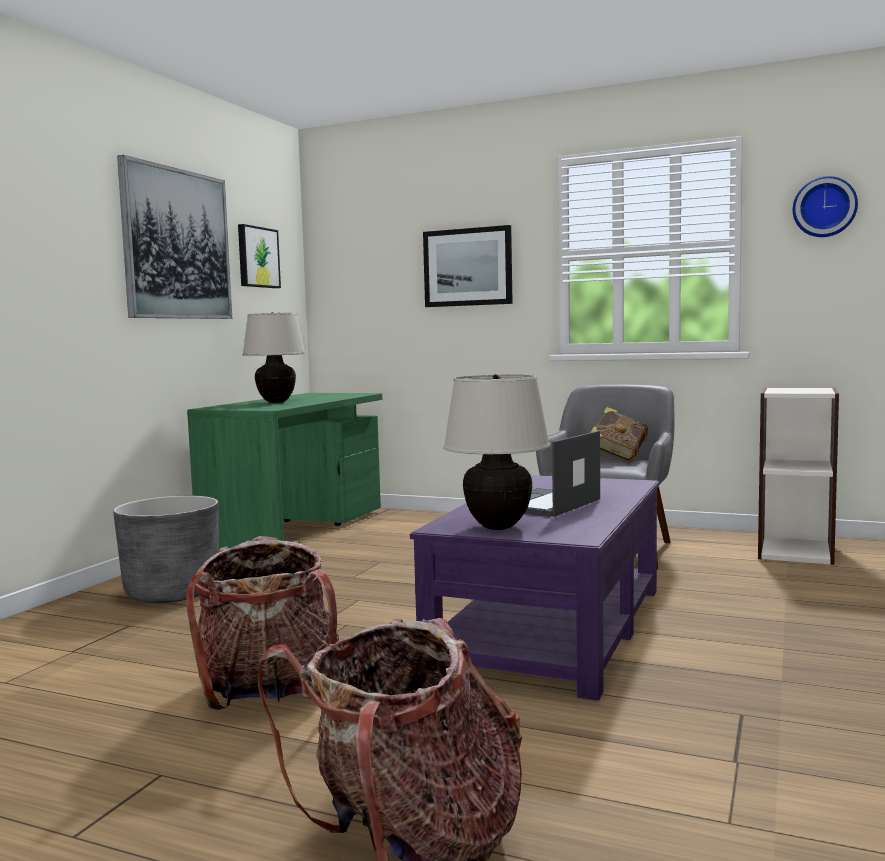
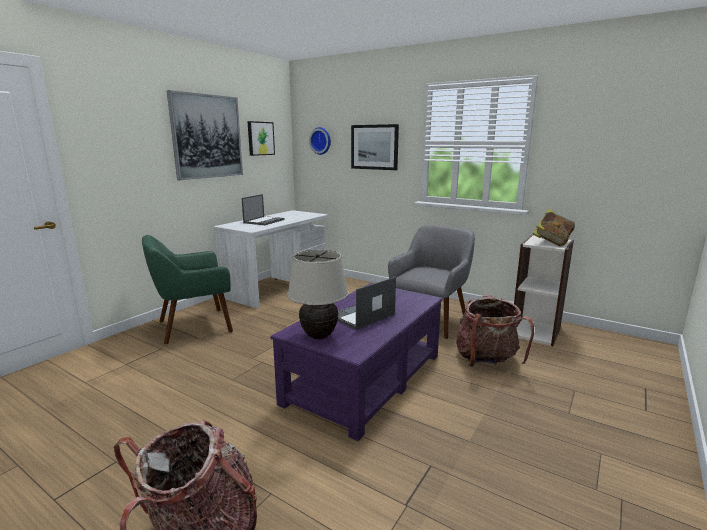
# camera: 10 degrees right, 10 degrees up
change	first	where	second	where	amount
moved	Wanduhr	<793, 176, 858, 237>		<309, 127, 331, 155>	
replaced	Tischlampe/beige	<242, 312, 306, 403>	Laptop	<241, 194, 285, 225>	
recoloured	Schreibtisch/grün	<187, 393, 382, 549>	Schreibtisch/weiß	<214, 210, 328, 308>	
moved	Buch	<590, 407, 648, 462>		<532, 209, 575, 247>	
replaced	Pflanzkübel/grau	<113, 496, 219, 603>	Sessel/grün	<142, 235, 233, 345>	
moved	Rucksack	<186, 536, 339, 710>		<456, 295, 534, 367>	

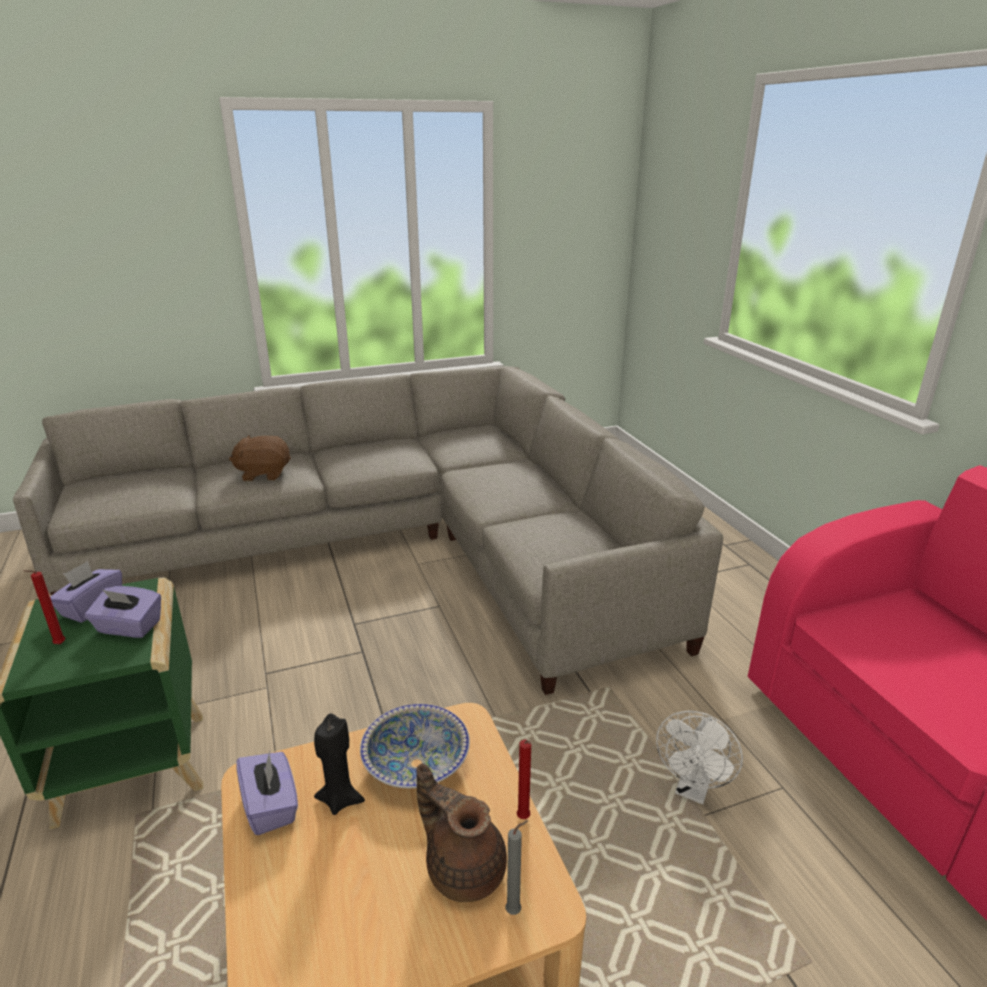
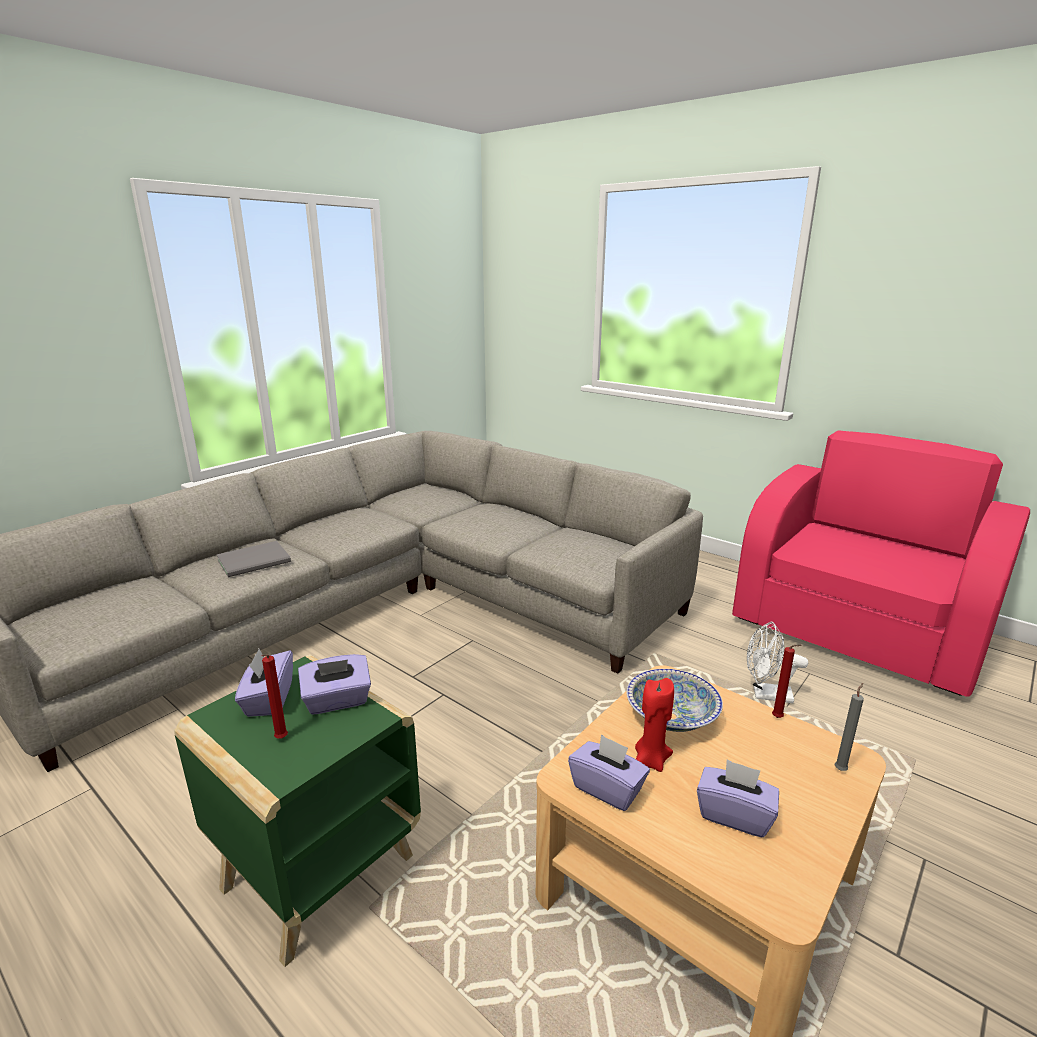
# camera: 30 degrees left, 5 degrees down
change	first	where	second	where	amount
replaced	Plüschtier/braun	<229, 435, 291, 481>	Buch/grau	<217, 541, 291, 577>	
turned	Ventilator/weiß	<656, 710, 743, 804>		<747, 622, 808, 703>	105 degrees clockwise
recoloured	Kerze/schwarz	<314, 714, 365, 815>	Kerze/rot	<635, 678, 674, 772>	
removed	Teekanne/braun	<417, 763, 507, 902>			
added			Taschentuchbox/lila	<697, 759, 779, 837>	

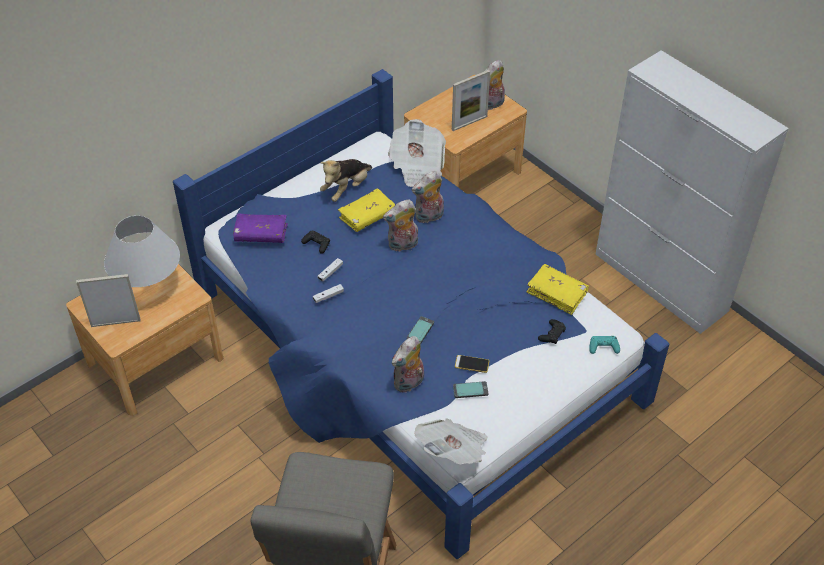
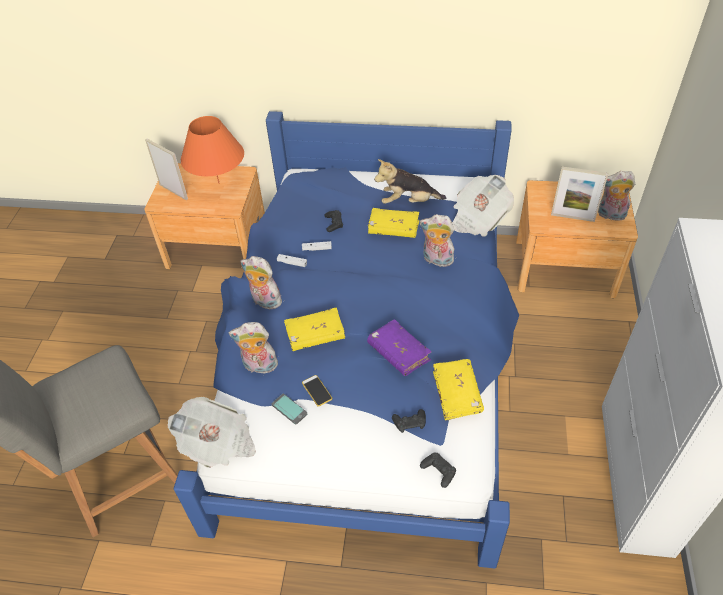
# camera: 50 degrees right, 0 degrees up
change	first	where	second	where	amount
moved	Plüschtier	<383, 199, 418, 252>		<240, 256, 286, 309>	
moved	Buch/lila	<233, 214, 288, 243>		<367, 319, 432, 376>	
recoloured	Tischlampe/weiß	<104, 215, 180, 287>	Tischlampe/orange	<181, 116, 244, 184>	
replaced	Handy	<407, 316, 434, 344>	Buch/gelb	<284, 308, 345, 351>	
recoloured	Gamepad/türkis	<589, 336, 620, 354>	Gamepad/schwarz	<420, 453, 456, 488>	

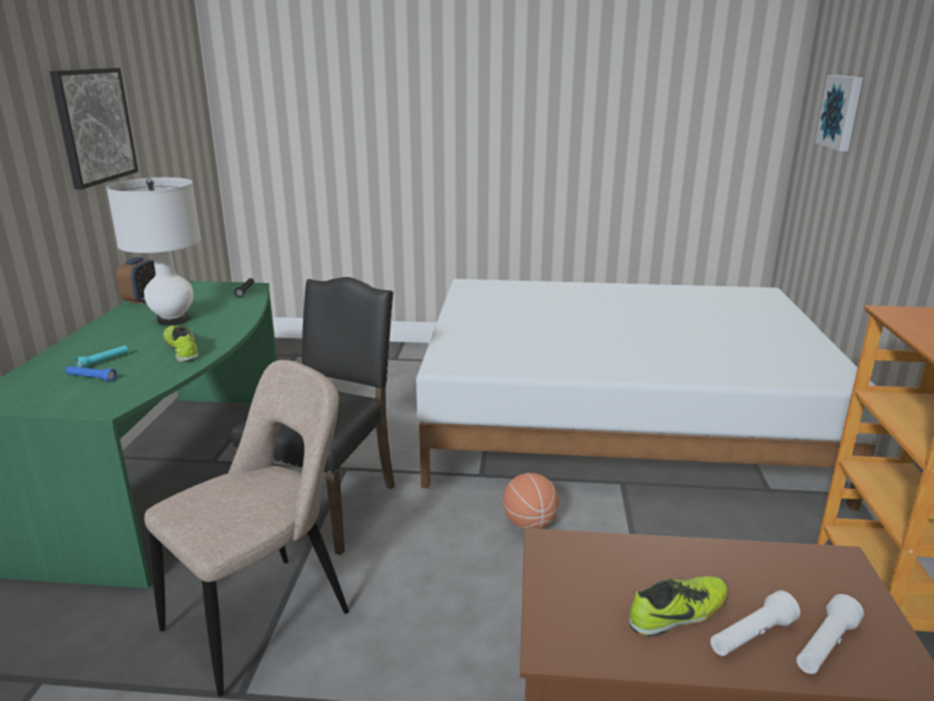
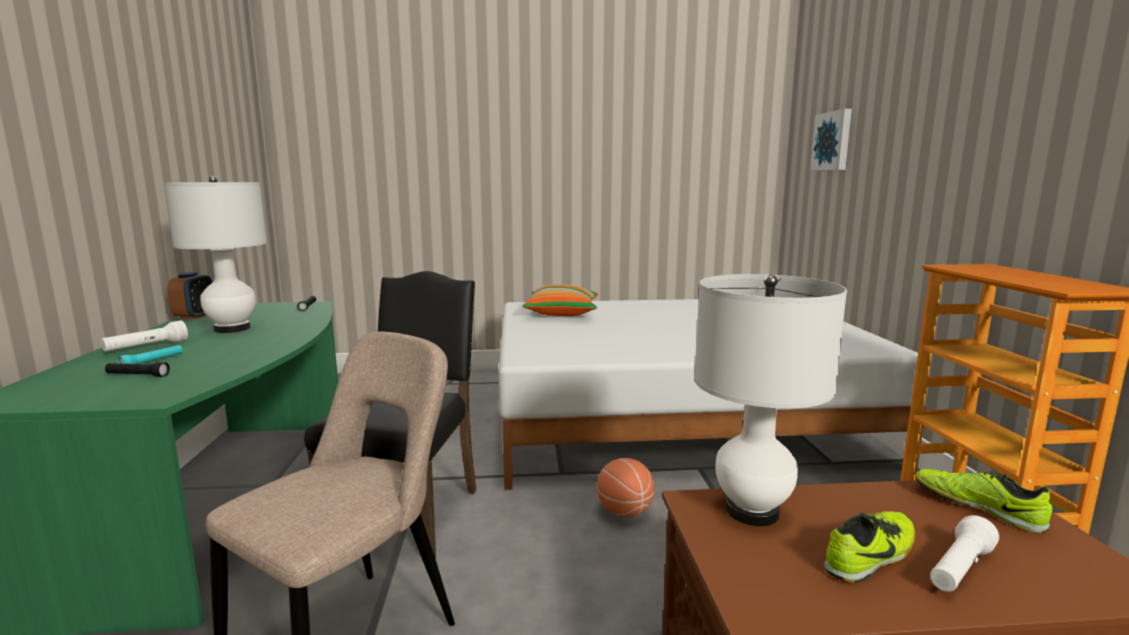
# camera: 10 degrees left, 10 degrees down
change	first	where	second	where	amount
removed	Bild	<50, 68, 138, 189>			
moved	Schuh	<163, 326, 199, 362>		<915, 469, 1052, 533>	
recoloured	Taschenlampe/blau	<66, 366, 117, 382>	Taschenlampe/schwarz	<105, 362, 170, 377>	
moved	Taschenlampe/weiß	<796, 594, 864, 674>		<100, 321, 188, 352>	
added			Tischlampe/weiß	<694, 274, 847, 526>	
added			Kissen	<522, 284, 598, 316>	

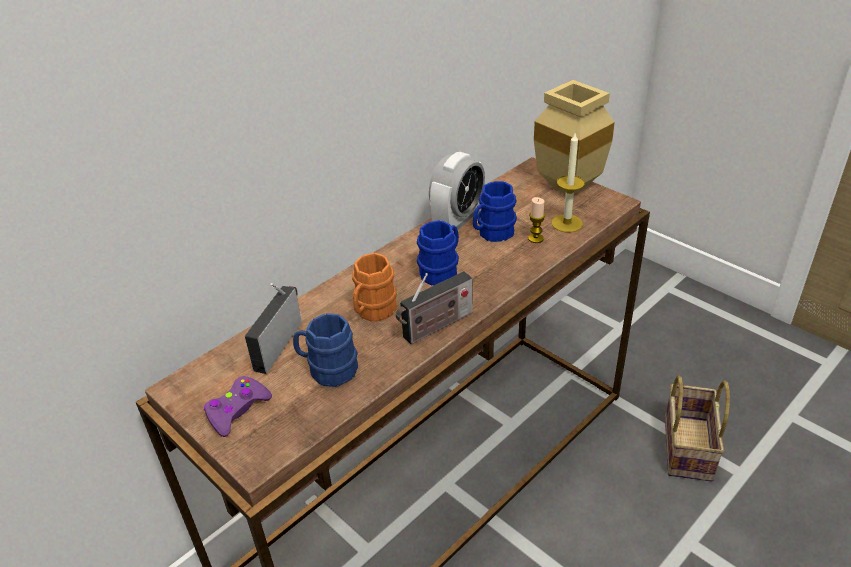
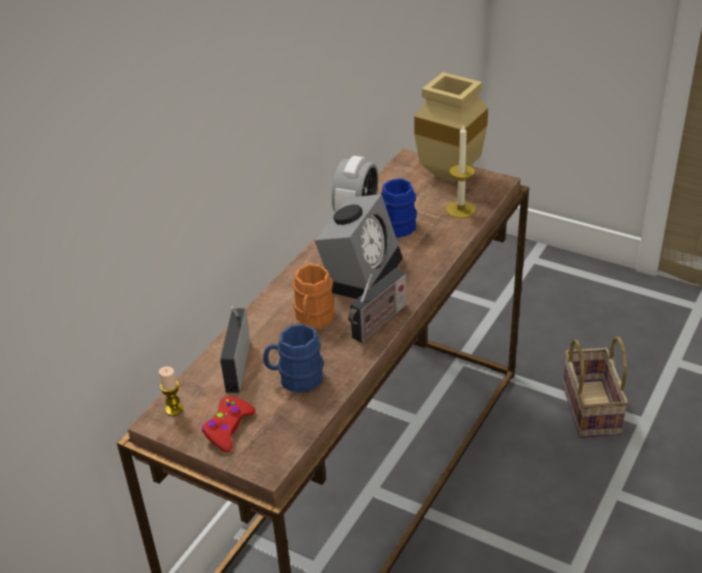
# camera: 15 degrees left, 0 degrees up
change	first	where	second	where	amount
moved	Kerze	<528, 197, 545, 243>		<159, 366, 183, 416>	
replaced	Henkelbecher/blau	<417, 220, 459, 285>	Wecker	<314, 194, 403, 299>	
recoloured	Gamepad/lila	<204, 376, 272, 437>	Gamepad/rot	<202, 396, 256, 452>	

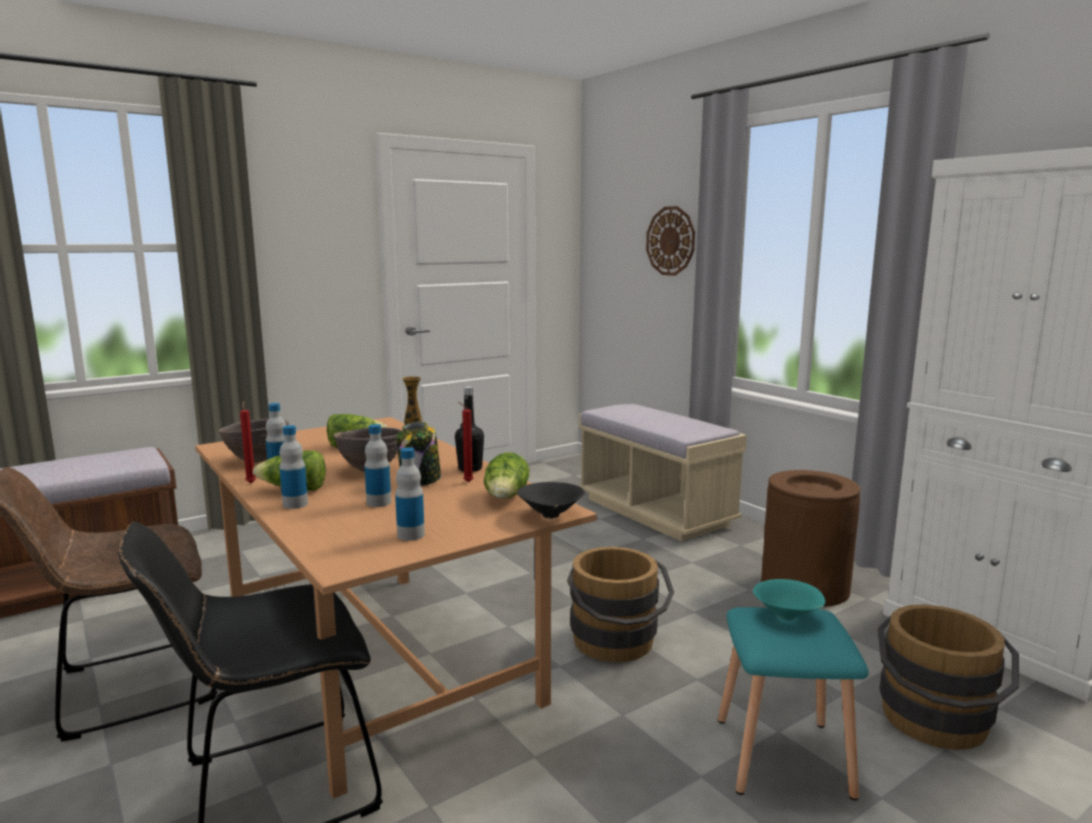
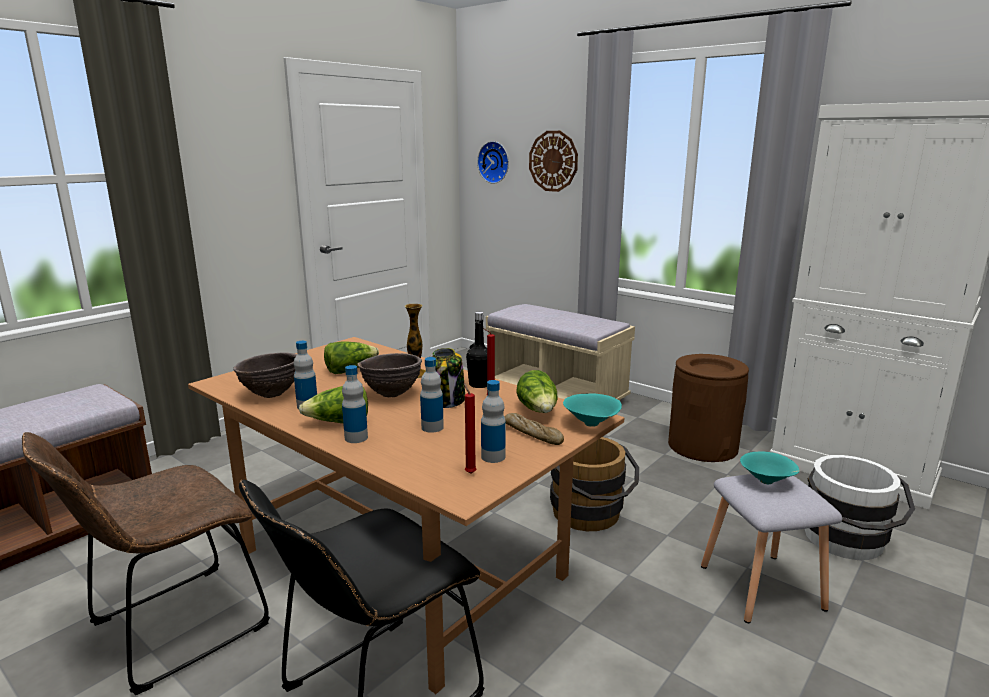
# camera: 15 degrees left, 5 degrees up
change	first	where	second	where	amount
moved	Kerze/rot	<240, 401, 256, 483>		<464, 383, 476, 474>	
recoloured	Schüssel/schwarz	<517, 482, 585, 519>	Schüssel/türkis	<563, 393, 622, 427>	
recoloured	Eimer/braun	<878, 605, 1019, 750>	Eimer/weiß	<805, 455, 915, 560>	
recoloured	Hocker/türkis	<718, 607, 869, 800>	Hocker/grau	<701, 474, 842, 623>	
added			Wanduhr	<477, 141, 509, 184>	
added			Brot	<505, 413, 564, 445>	

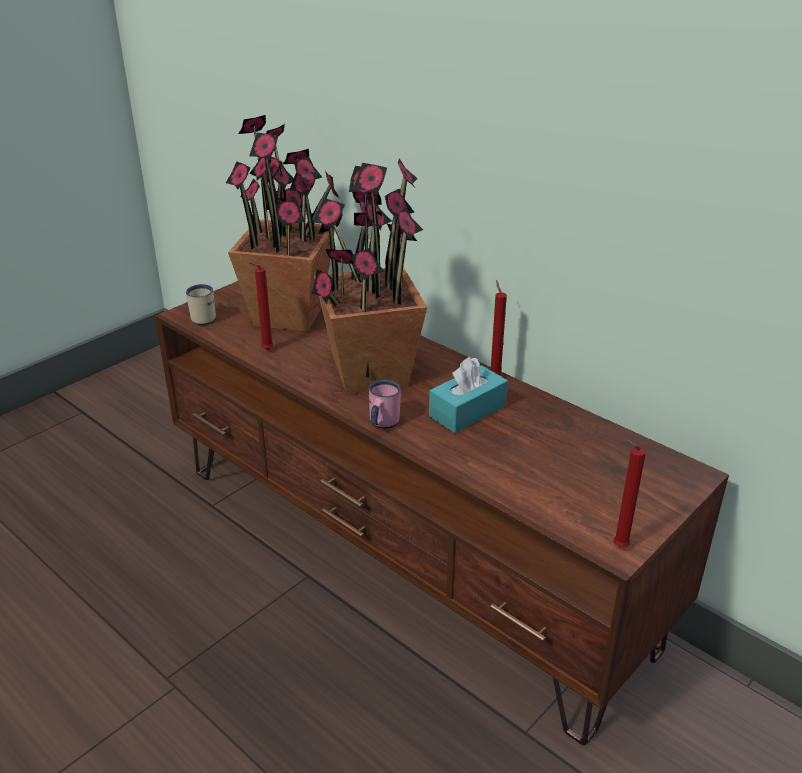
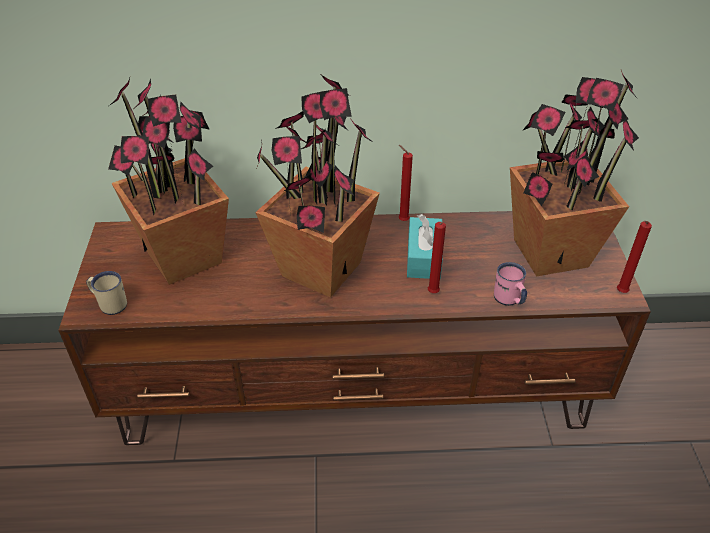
# camera: 45 degrees left, 10 degrees up
change	first	where	second	where	amount
moved	Kerze/rot	<250, 262, 274, 350>		<428, 222, 446, 293>	
moved	Henkelbecher/rosa	<369, 380, 401, 429>		<494, 262, 527, 306>	
added			Topfpflanze	<510, 70, 639, 276>	

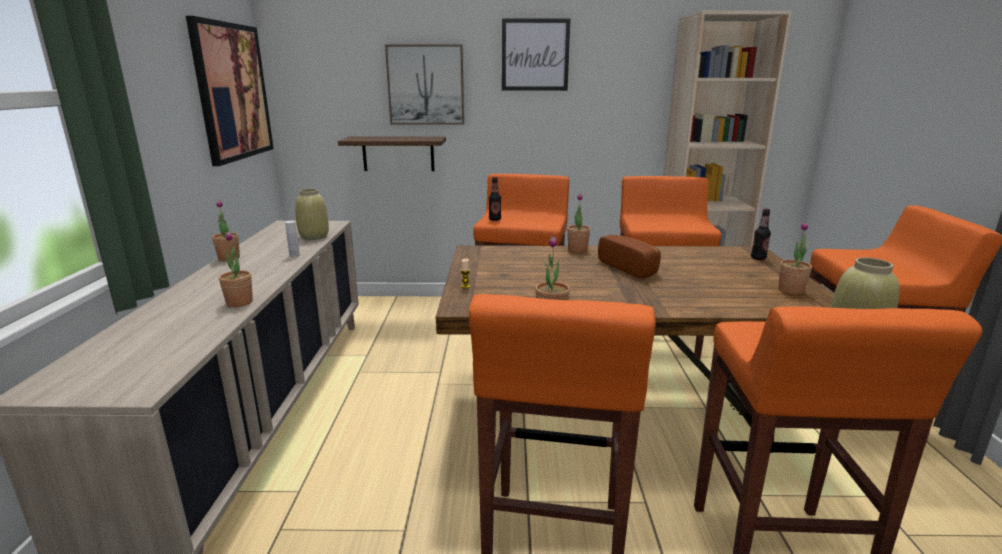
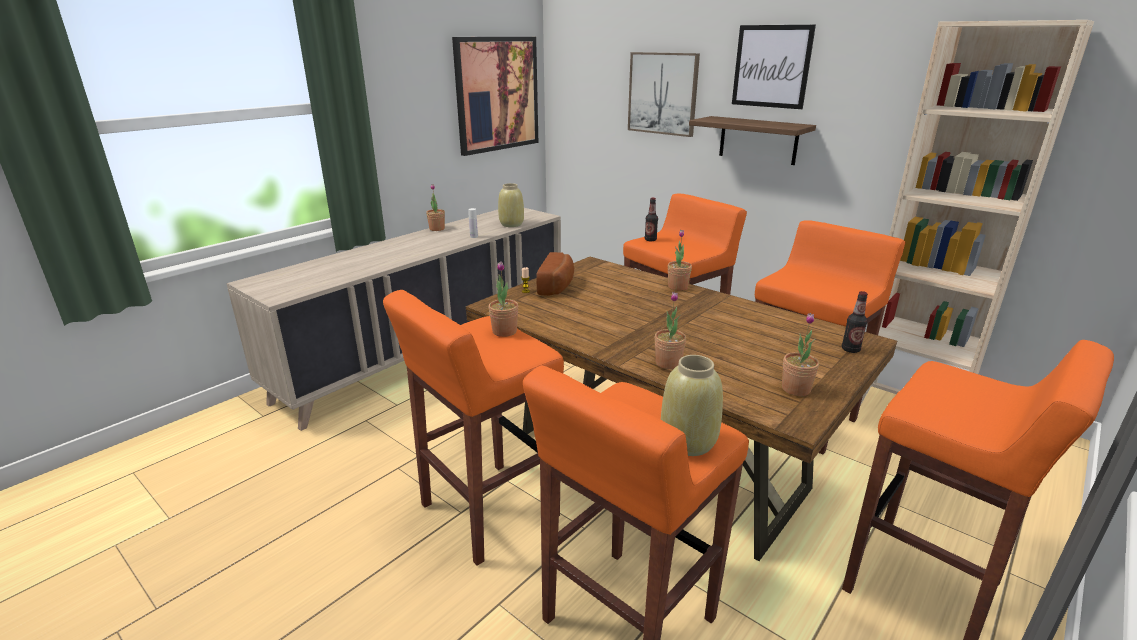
# camera: 40 degrees right, 5 degrees up
change	first	where	second	where	amount
moved	Wandregal	<338, 136, 446, 171>		<689, 116, 816, 165>	
moved	Topfpflanze	<219, 231, 253, 307>		<655, 292, 686, 369>	
moved	Brot	<598, 235, 661, 279>		<536, 252, 574, 296>	

